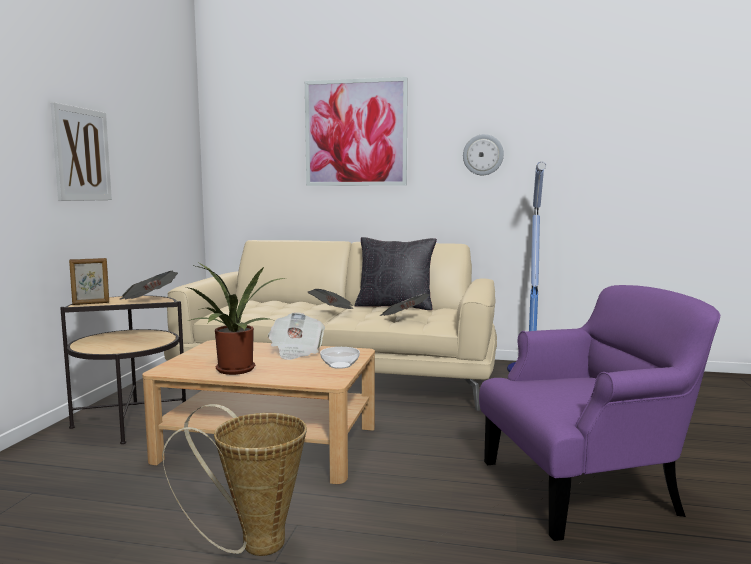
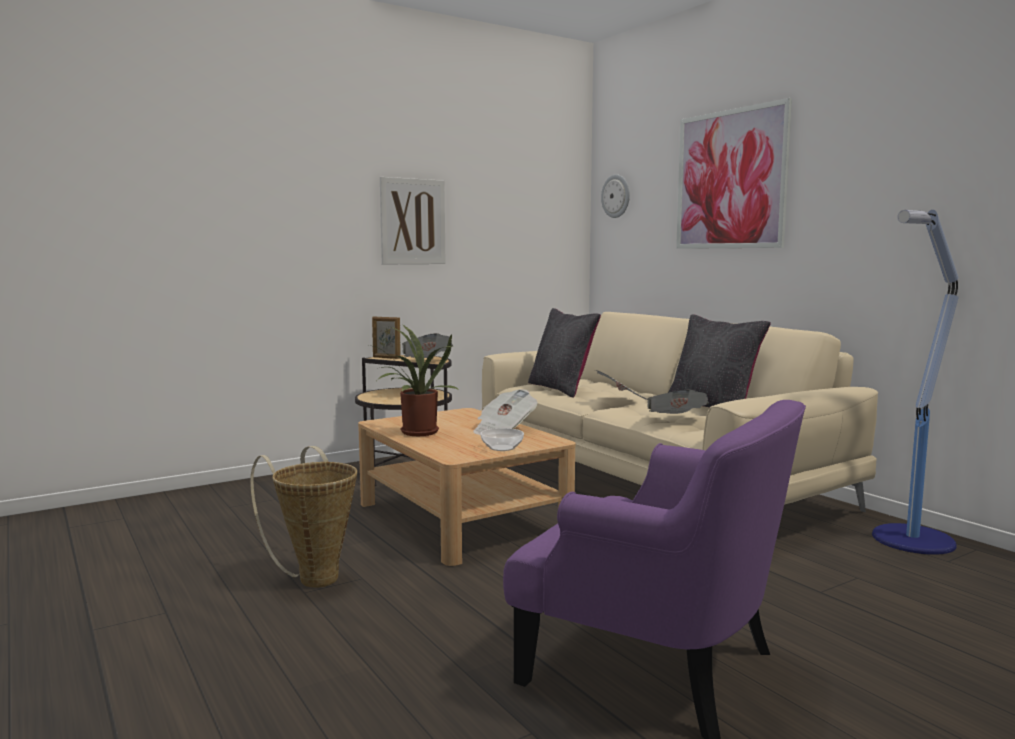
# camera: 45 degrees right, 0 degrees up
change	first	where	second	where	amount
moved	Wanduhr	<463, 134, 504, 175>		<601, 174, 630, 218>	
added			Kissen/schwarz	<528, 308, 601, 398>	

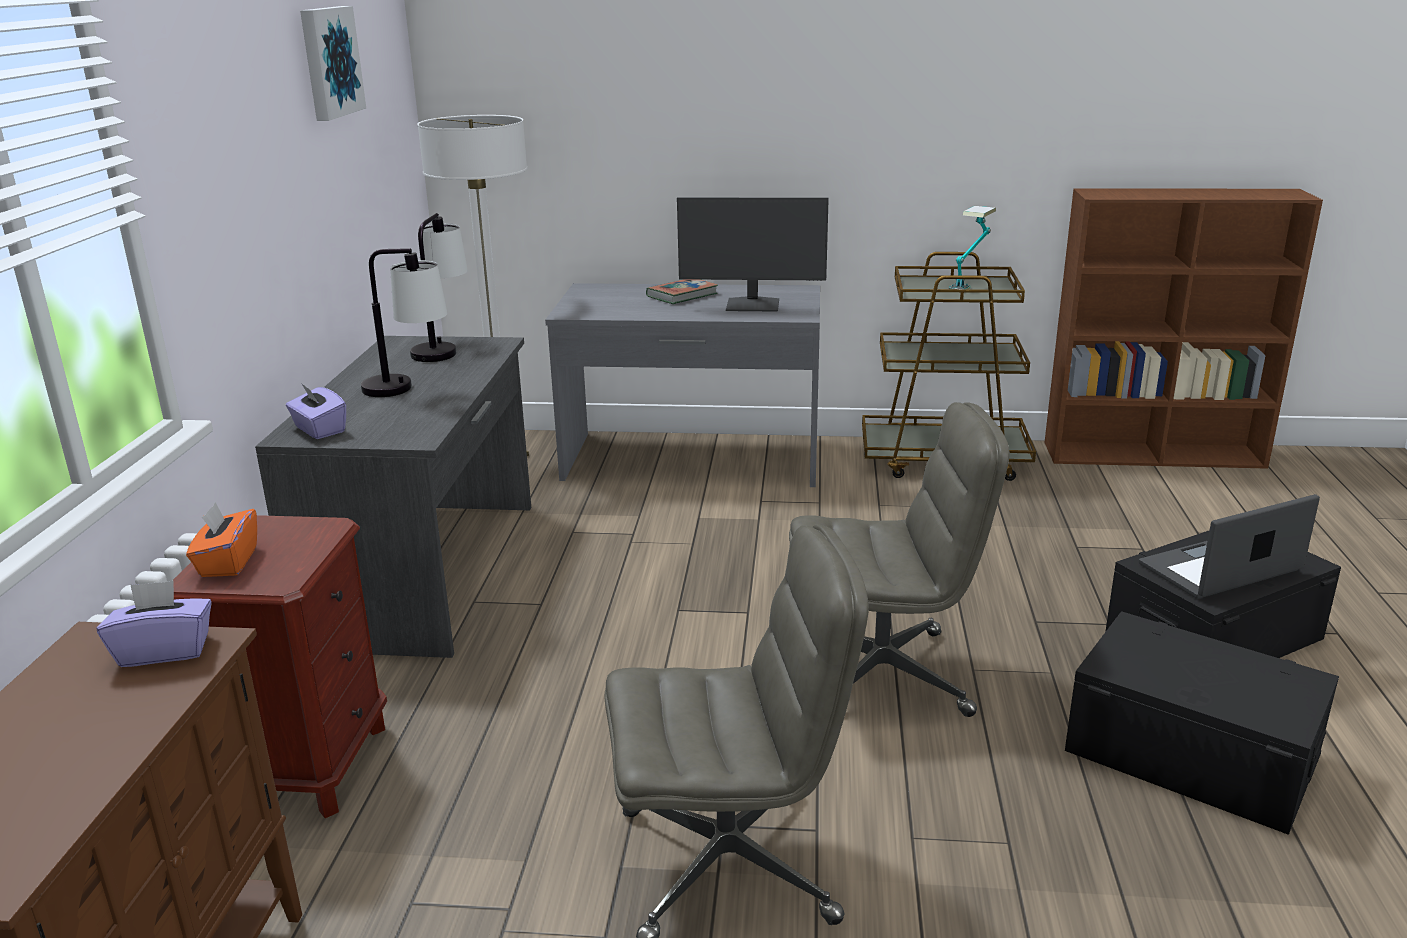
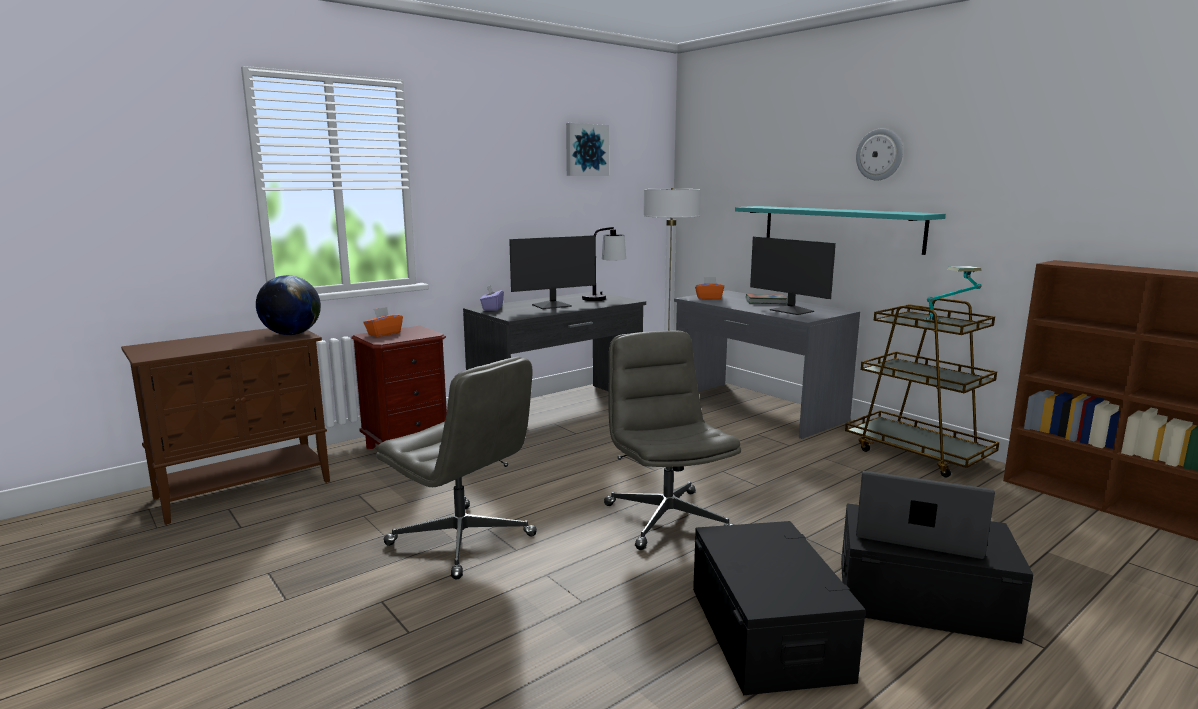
# camera: 45 degrees right, 10 degrees down
change	first	where	second	where	amount
replaced	Tischlampe	<361, 248, 447, 397>	Monitor	<509, 235, 596, 309>	
turned	Bürostuhl/grau	<789, 402, 1010, 717>		<604, 330, 741, 550>	150 degrees counterclockwise
replaced	Taschentuchbox/lila	<96, 580, 212, 667>	Globus	<256, 275, 321, 335>	
added			Wanduhr	<856, 129, 903, 181>	
added			Wandregal/türkis	<735, 206, 946, 255>	
added			Taschentuchbox/orange	<695, 277, 724, 300>	

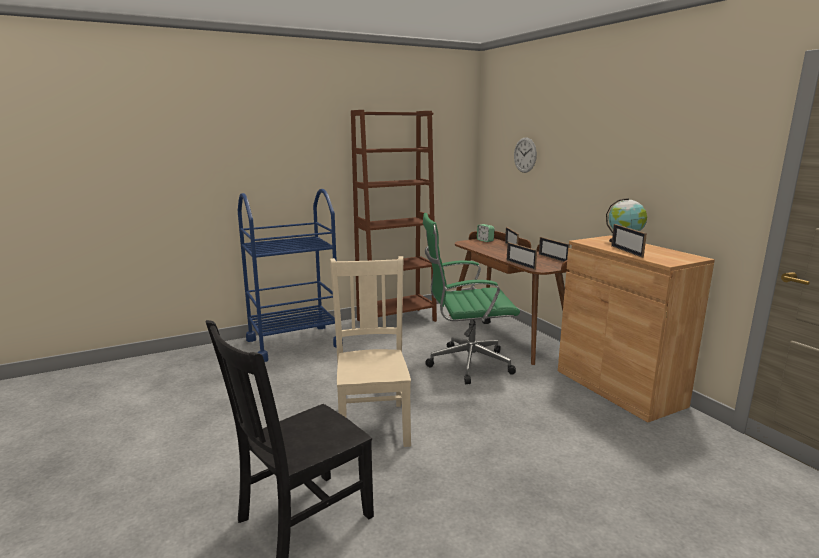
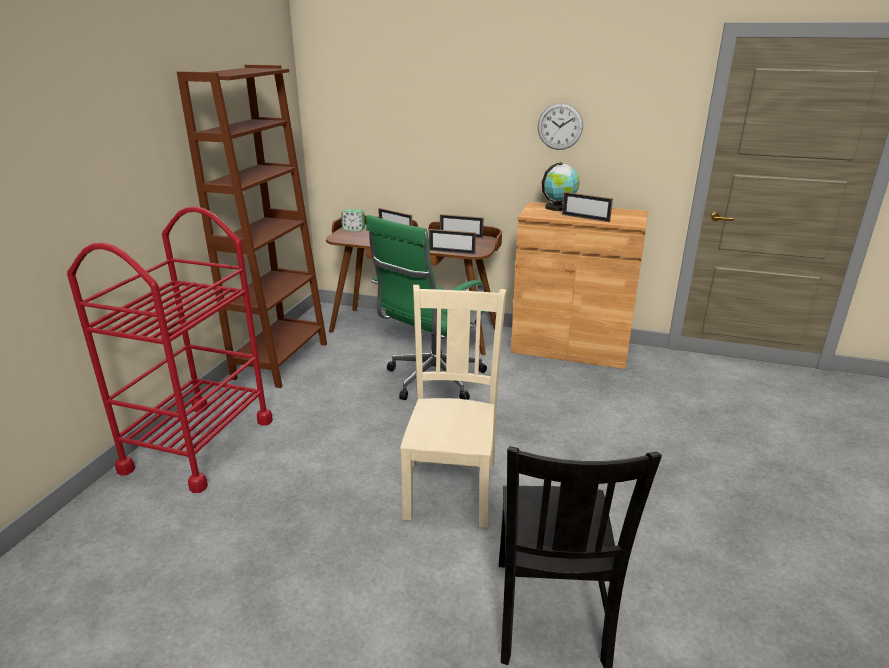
# camera: 45 degrees left, 10 degrees up
change	first	where	second	where	amount
moved	Wanduhr	<514, 137, 537, 173>		<538, 103, 583, 150>	
recoloured	Rollwagen/blau	<238, 189, 343, 362>	Rollwagen/rot	<67, 206, 273, 493>	
turned	Stuhl/beige	<330, 256, 411, 447>		<400, 285, 507, 528>	60 degrees clockwise

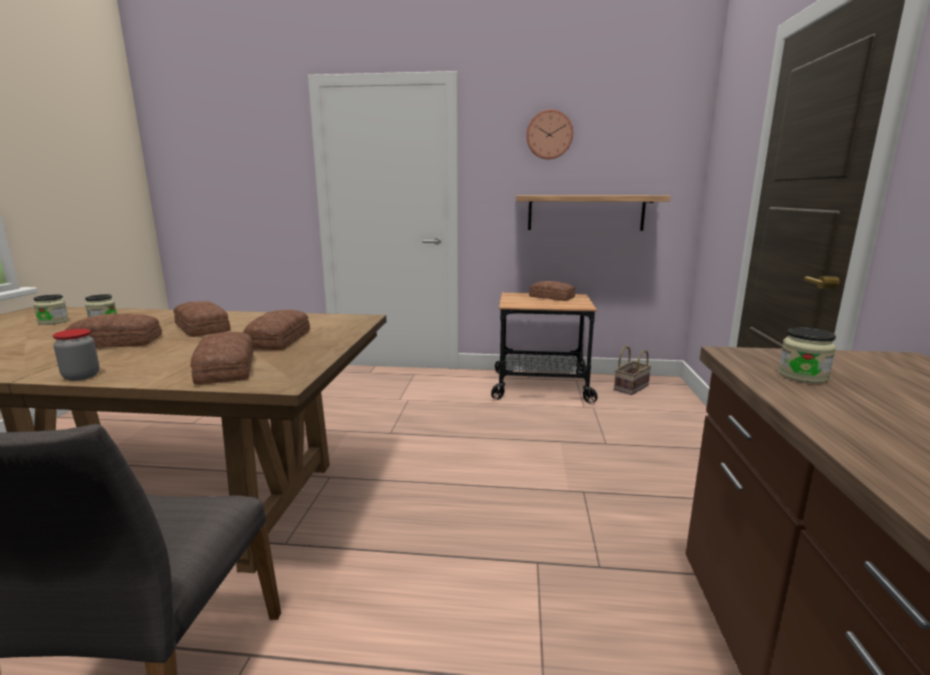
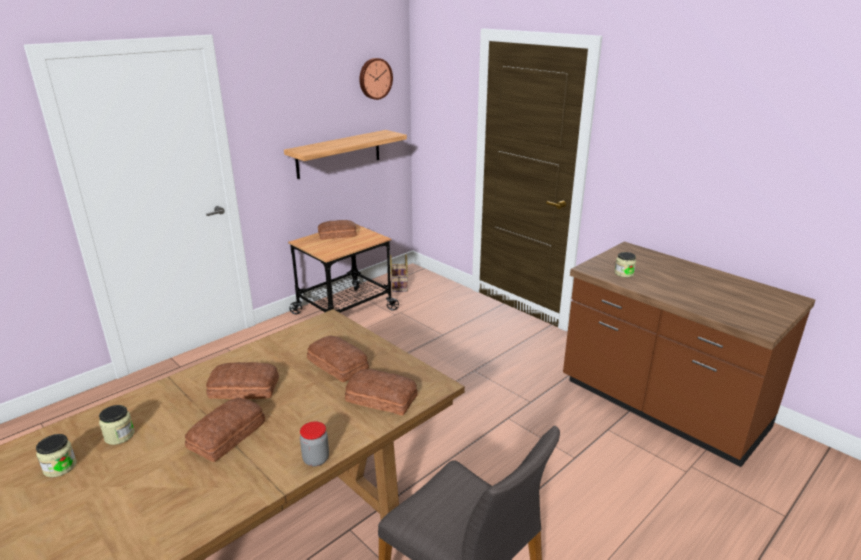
# camera: 50 degrees left, 10 degrees up
change	first	where	second	where	amount
moved	Wanduhr	<526, 110, 573, 160>		<359, 58, 393, 100>	

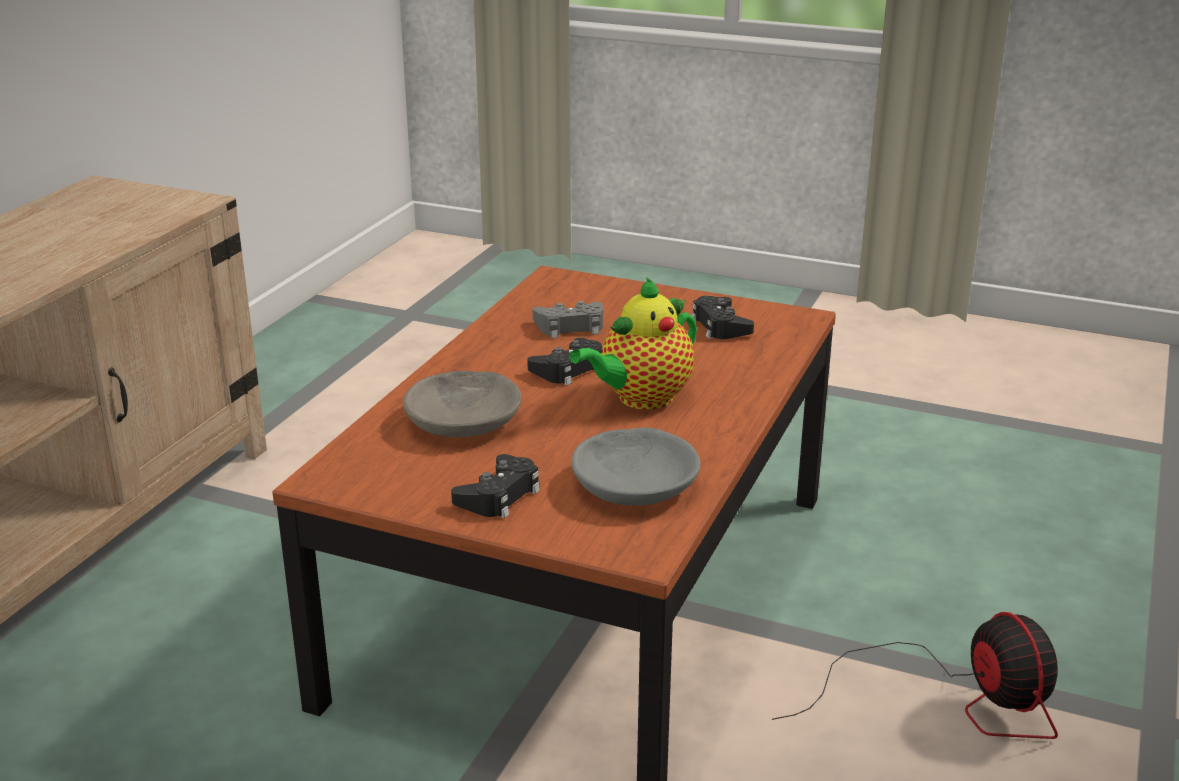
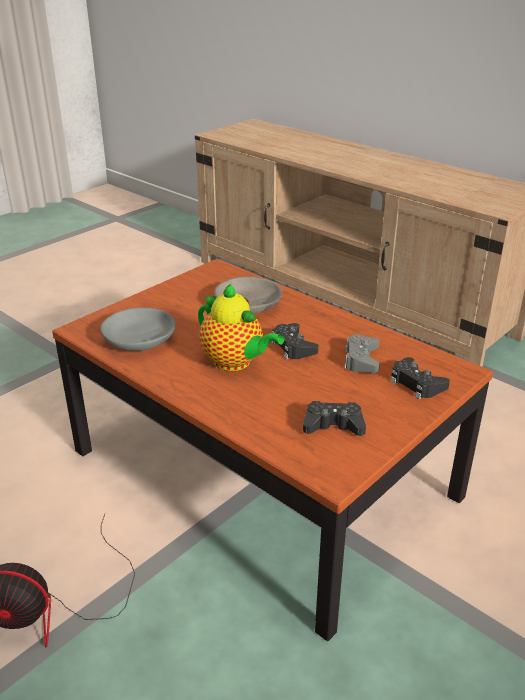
# camera: 110 degrees right, 5 degrees up
change	first	where	second	where	amount
turned	Teekanne	<570, 277, 697, 410>		<198, 284, 285, 371>	150 degrees clockwise
moved	Gamepad/schwarz	<451, 454, 540, 518>		<390, 357, 450, 399>	

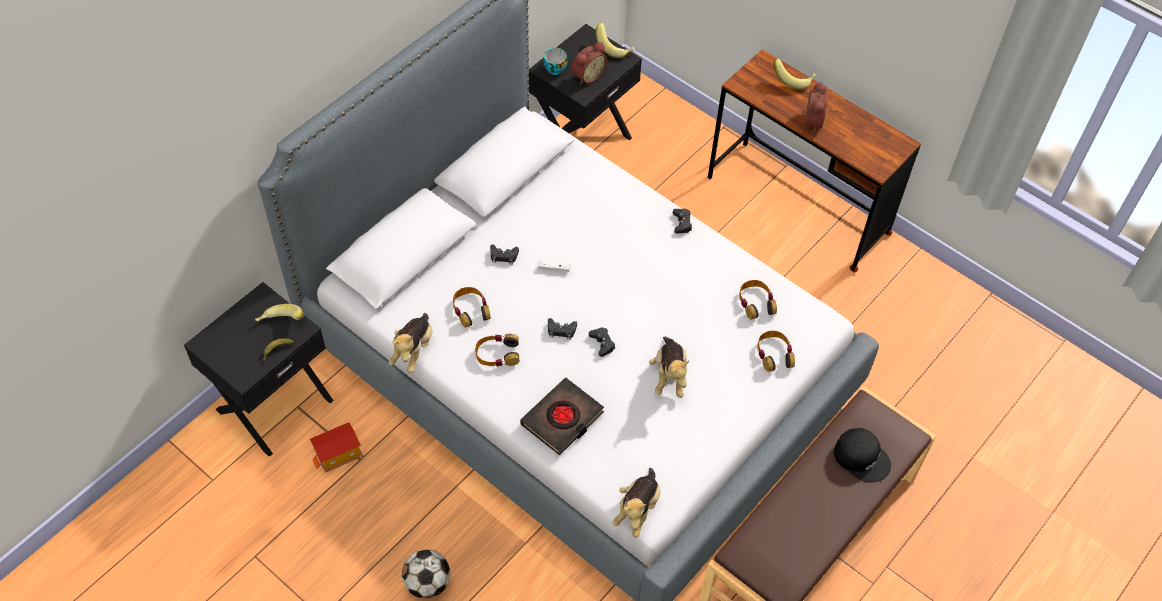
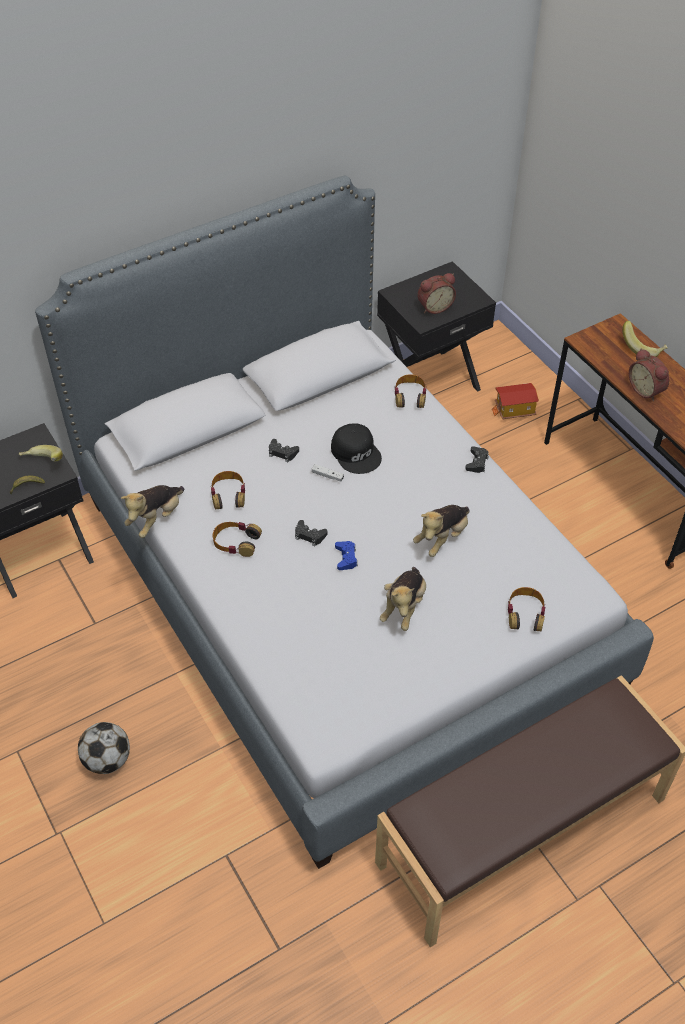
# camera: 20 degrees right, 5 degrees down
change	first	where	second	where	amount
removed	Banane	<596, 22, 635, 58>			
removed	Tasse	<543, 47, 568, 75>			
turned	Wecker	<802, 82, 828, 132>		<629, 349, 669, 401>	120 degrees clockwise
moved	Kopfhörer	<739, 280, 777, 320>		<395, 374, 426, 408>	
recoloured	Gamepad/schwarz	<589, 328, 615, 357>	Gamepad/blau	<335, 541, 358, 570>	
removed	Buch/schwarz	<520, 378, 604, 456>			
moved	Spielzeughaus	<310, 422, 363, 473>		<492, 383, 539, 419>	
moved	Kappe/schwarz	<834, 428, 891, 482>		<331, 423, 382, 474>	
moved	Plüschtier	<612, 468, 661, 538>		<413, 505, 469, 557>	

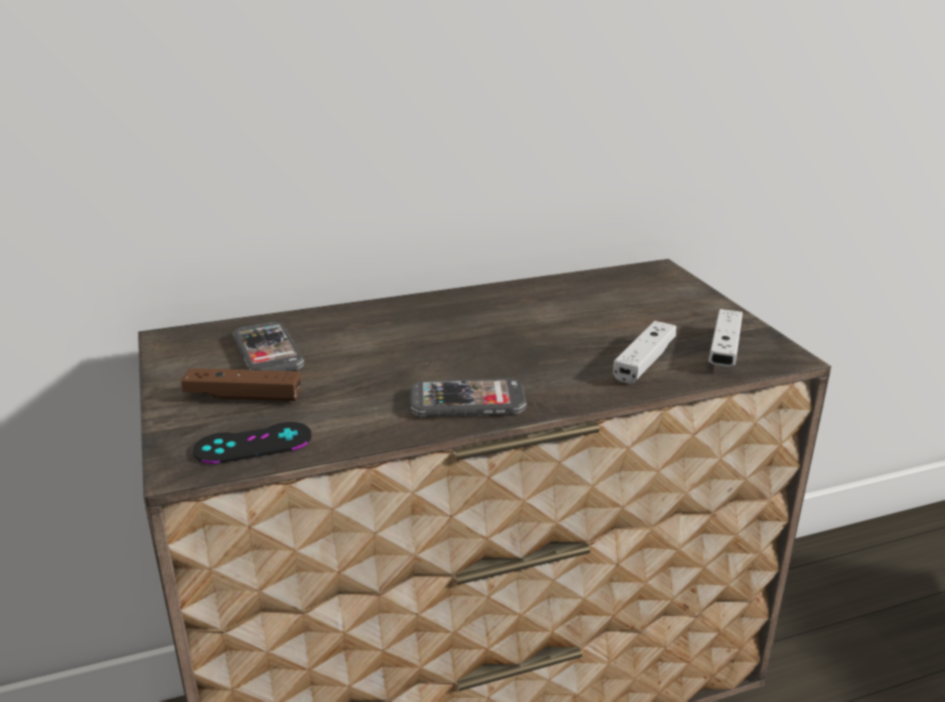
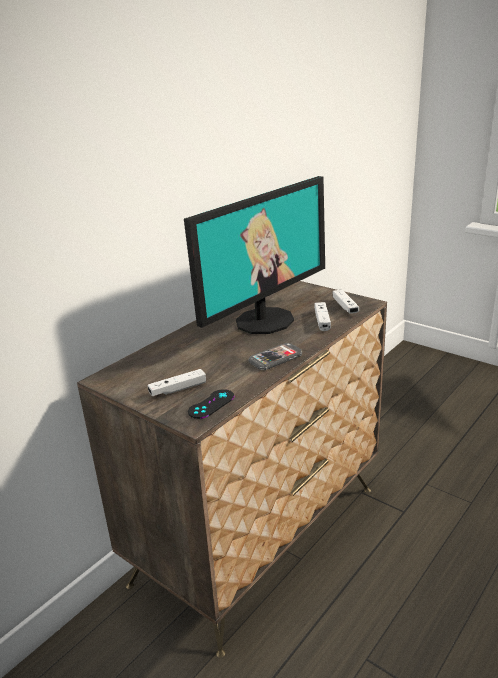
# camera: 30 degrees left, 0 degrees up
change	first	where	second	where	amount
removed	Handy	<233, 322, 305, 371>			
recoloured	Gamepad/braun	<181, 368, 301, 401>	Gamepad/weiß	<148, 369, 206, 396>	
added			Monitor	<184, 176, 325, 334>	

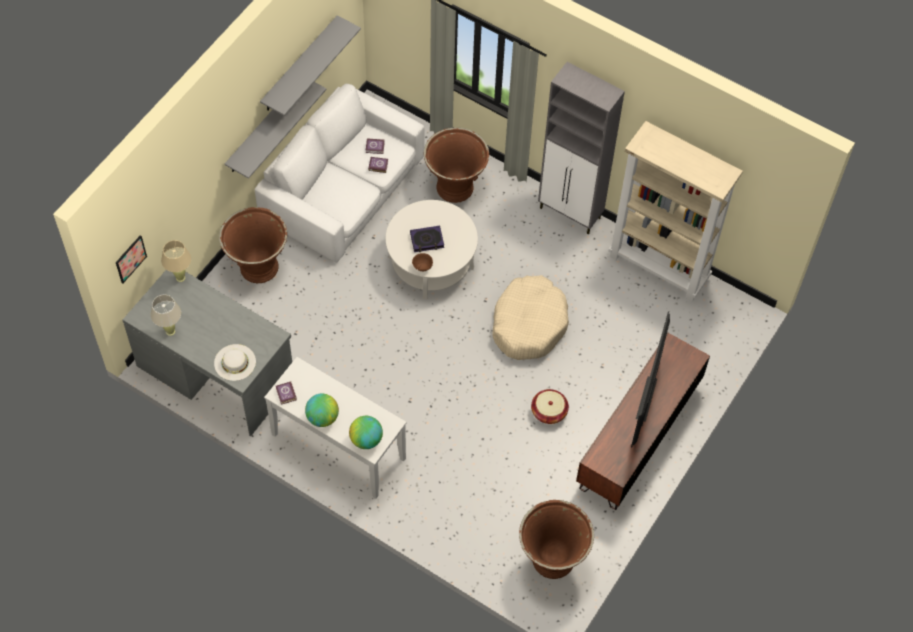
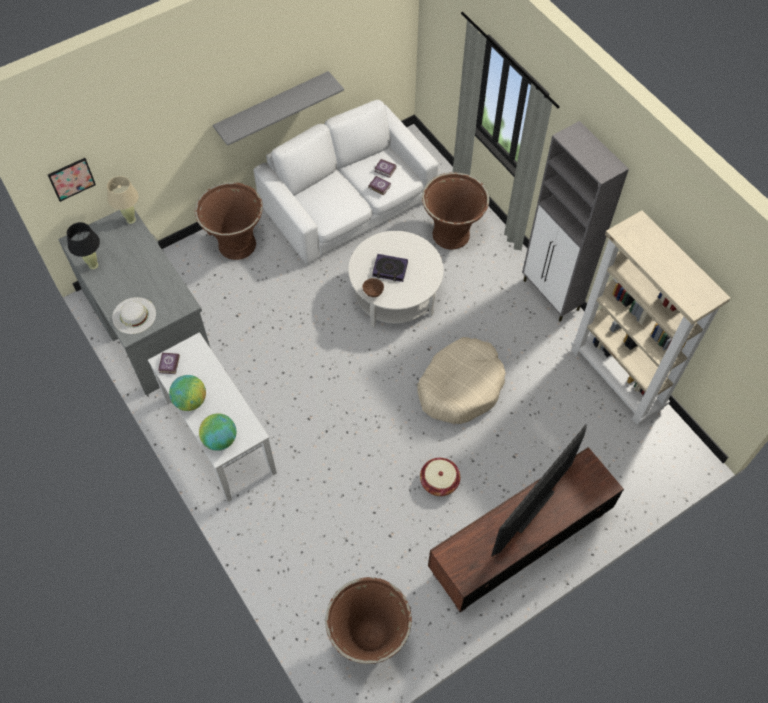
# camera: 25 degrees right, 0 degrees up
change	first	where	second	where	amount
removed	Wandregal/grau	<260, 15, 361, 116>			
recoloured	Tischlampe/beige	<151, 295, 181, 336>	Tischlampe/schwarz	<67, 222, 100, 269>	

